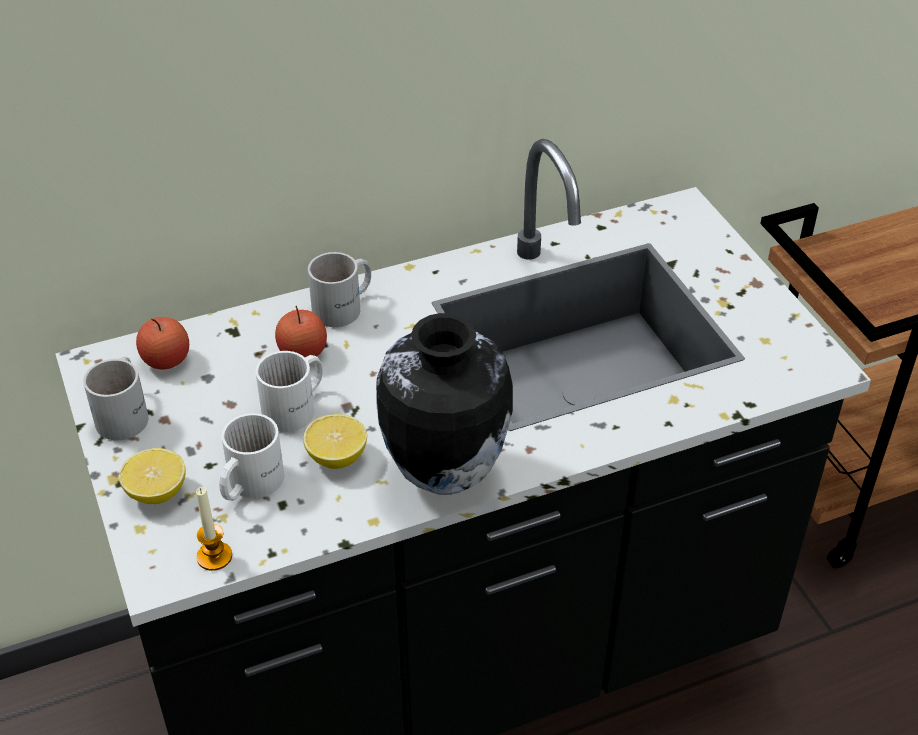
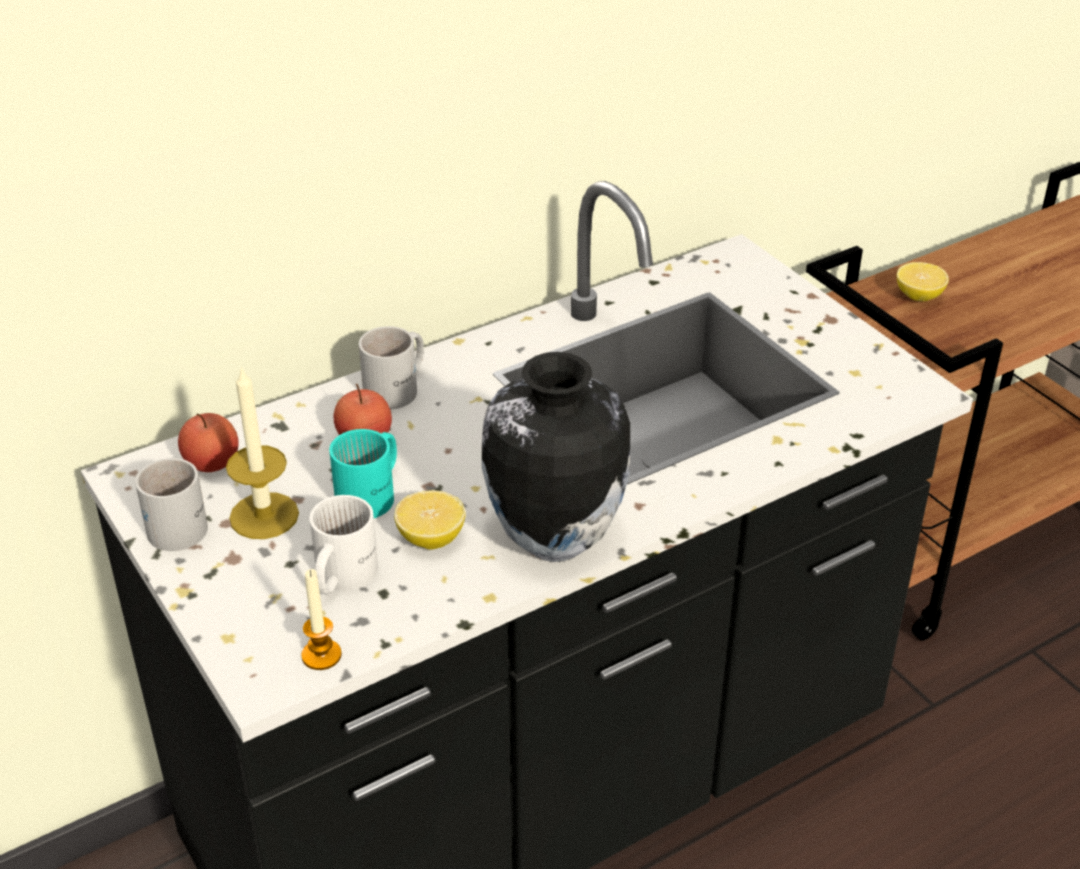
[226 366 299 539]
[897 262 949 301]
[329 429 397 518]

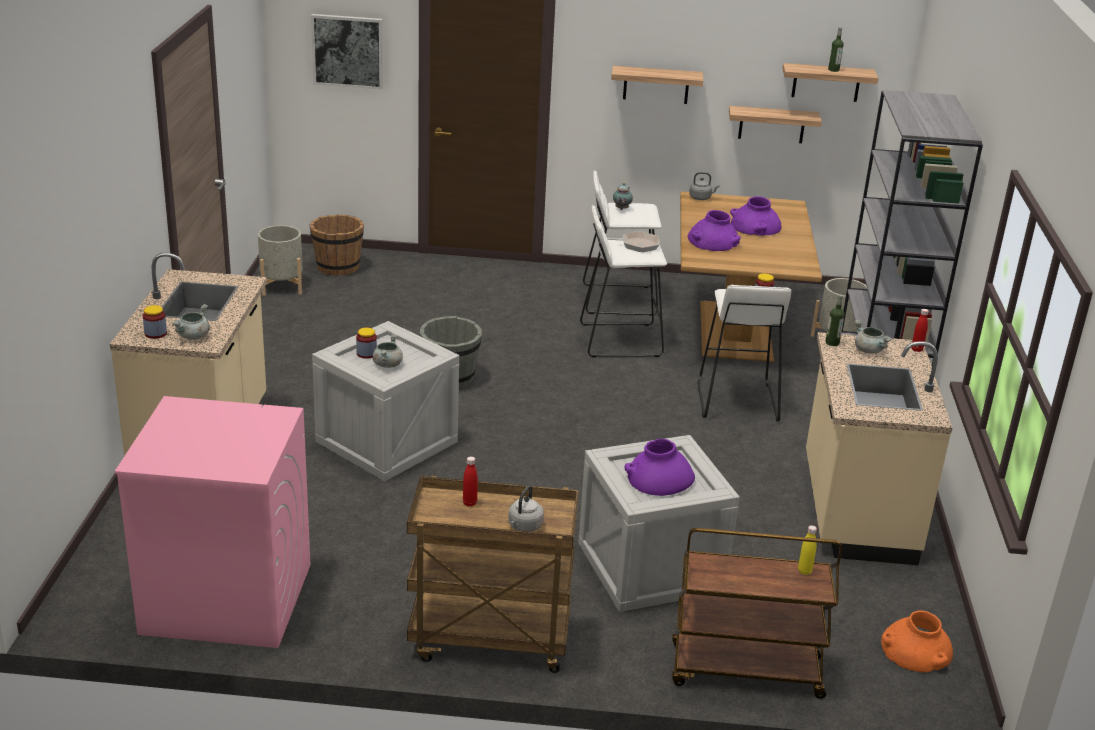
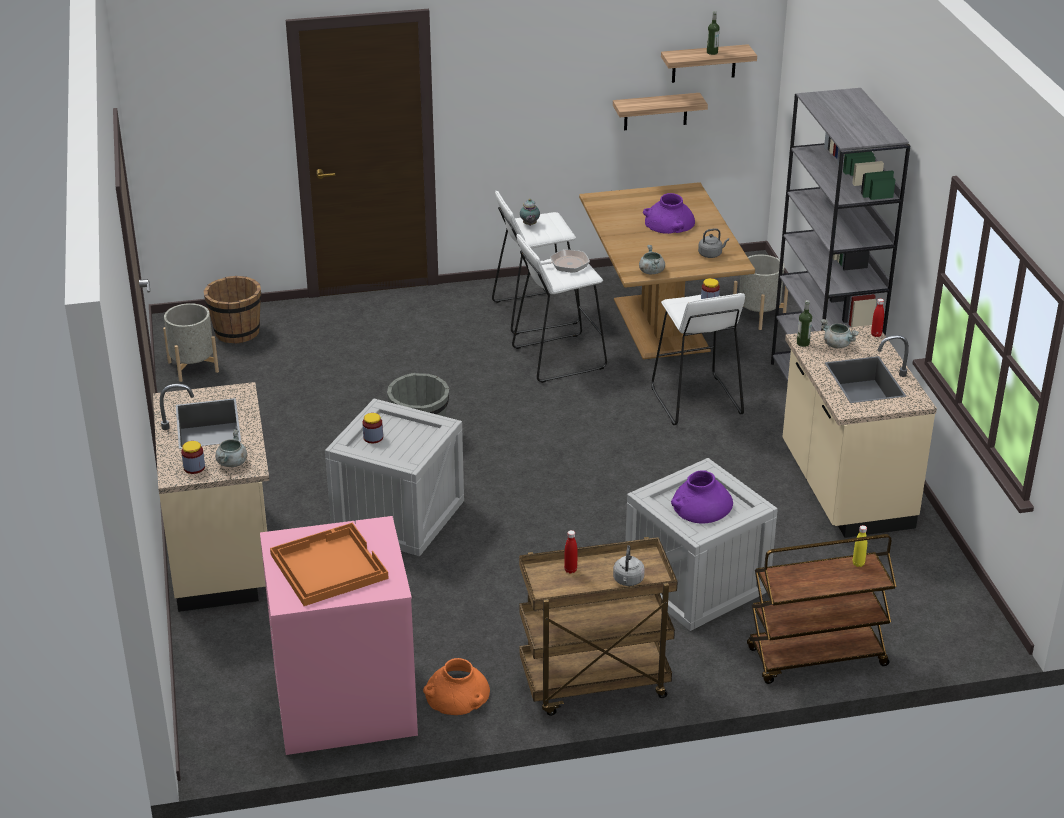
[311 14 383 89] (first image)
[611 66 703 104] (first image)
[688 210 741 251] (first image)
[270 522 389 606]
[639 245 665 274]
[698 228 729 258]
[423 658 490 715]

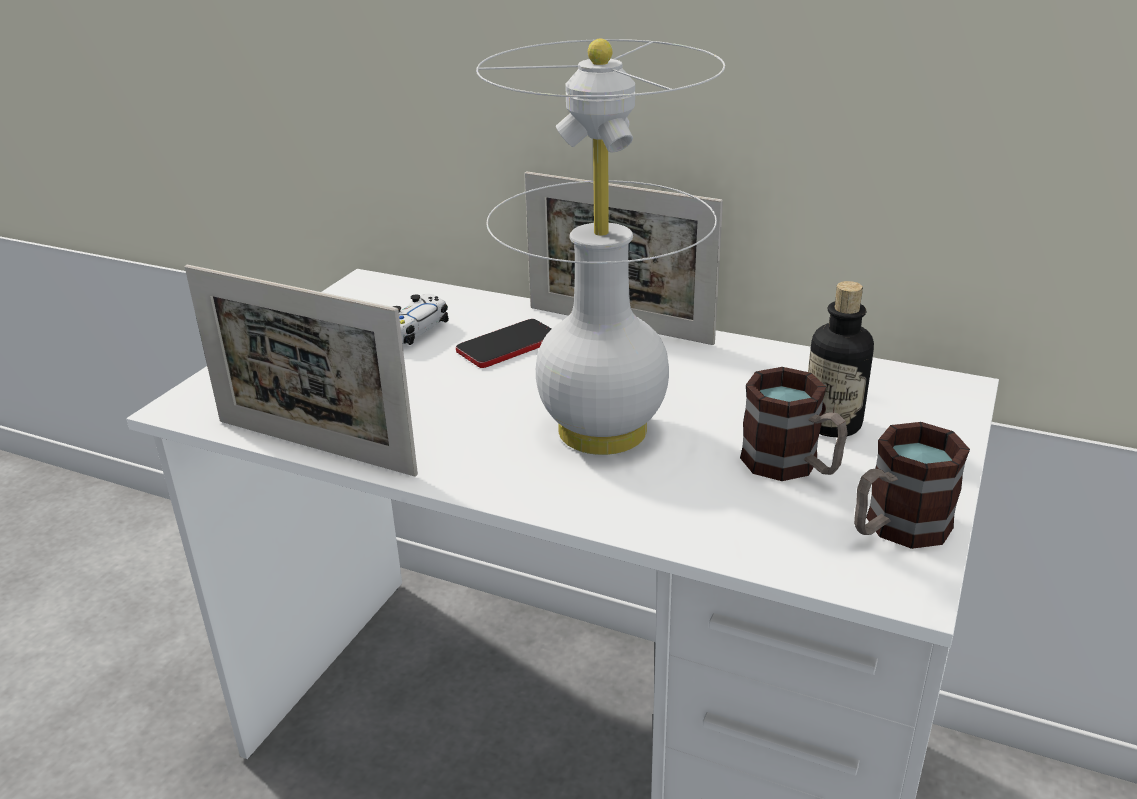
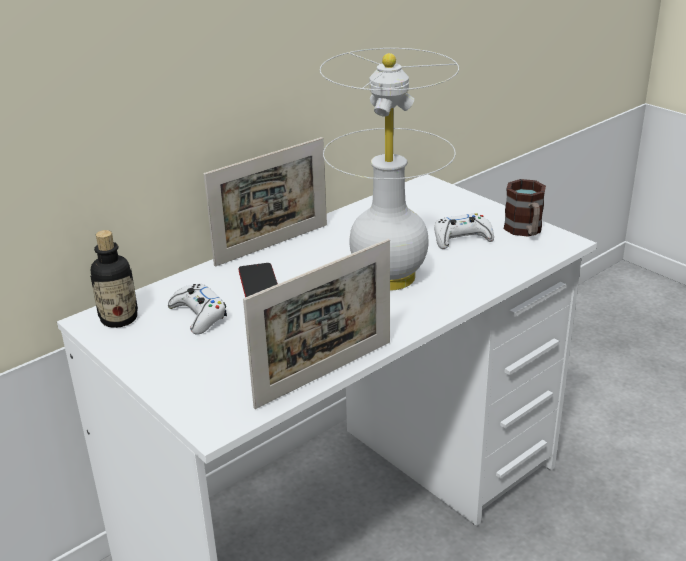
[90 230 138 328]
[434 213 494 249]

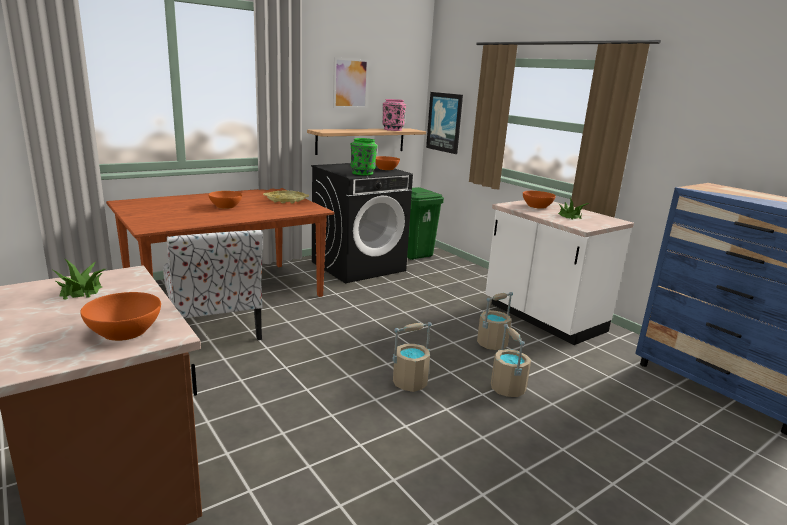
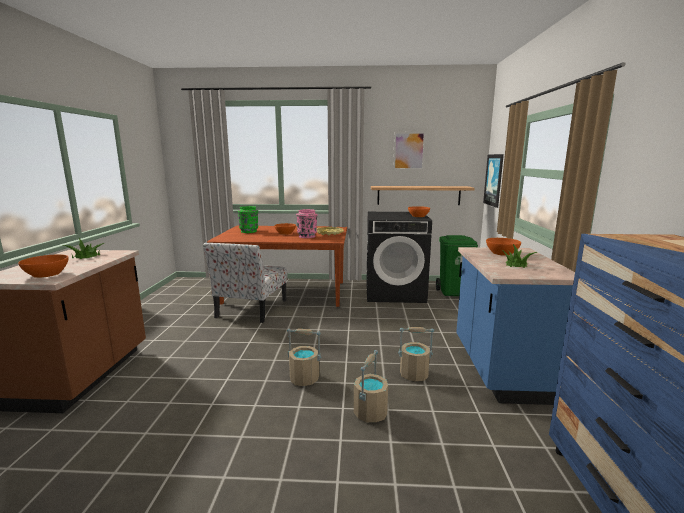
[238 206 258 233]
[296 209 317 238]
[456 247 575 405]

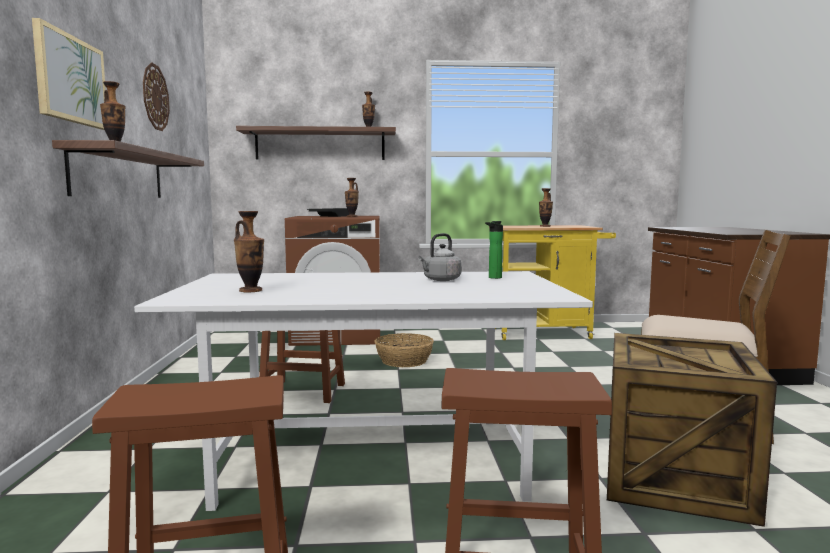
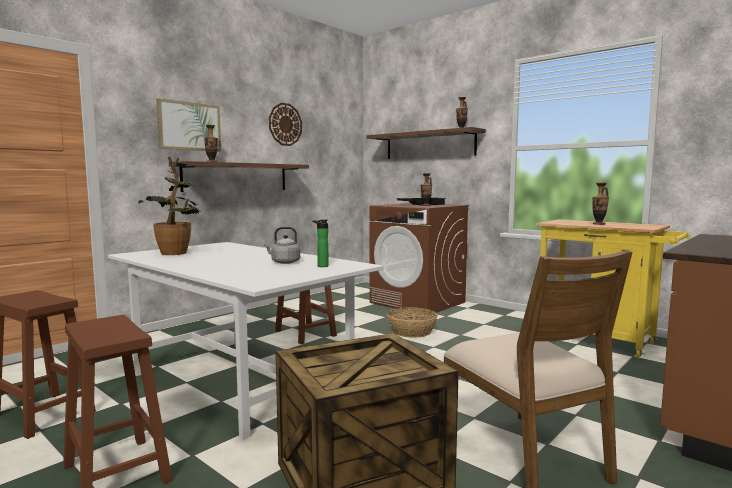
[138 156 200 255]

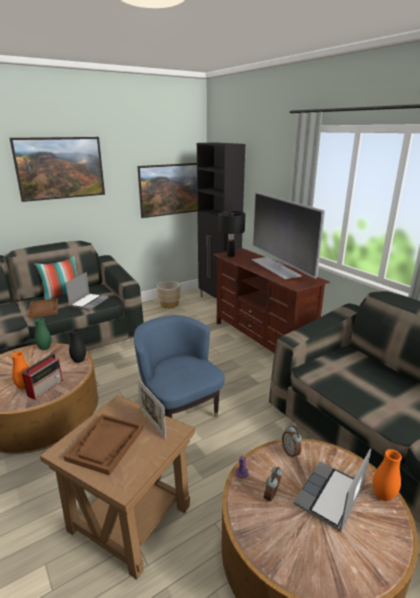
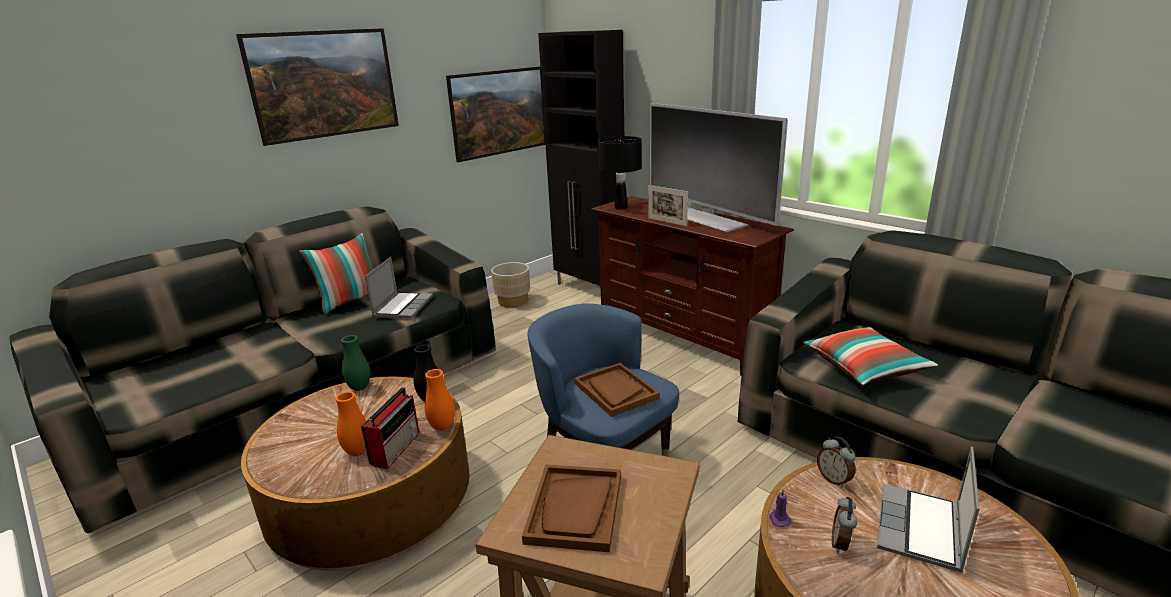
[803 327 938 385]
[574 363 660 417]
[648 185 688 226]
[424 369 455 431]

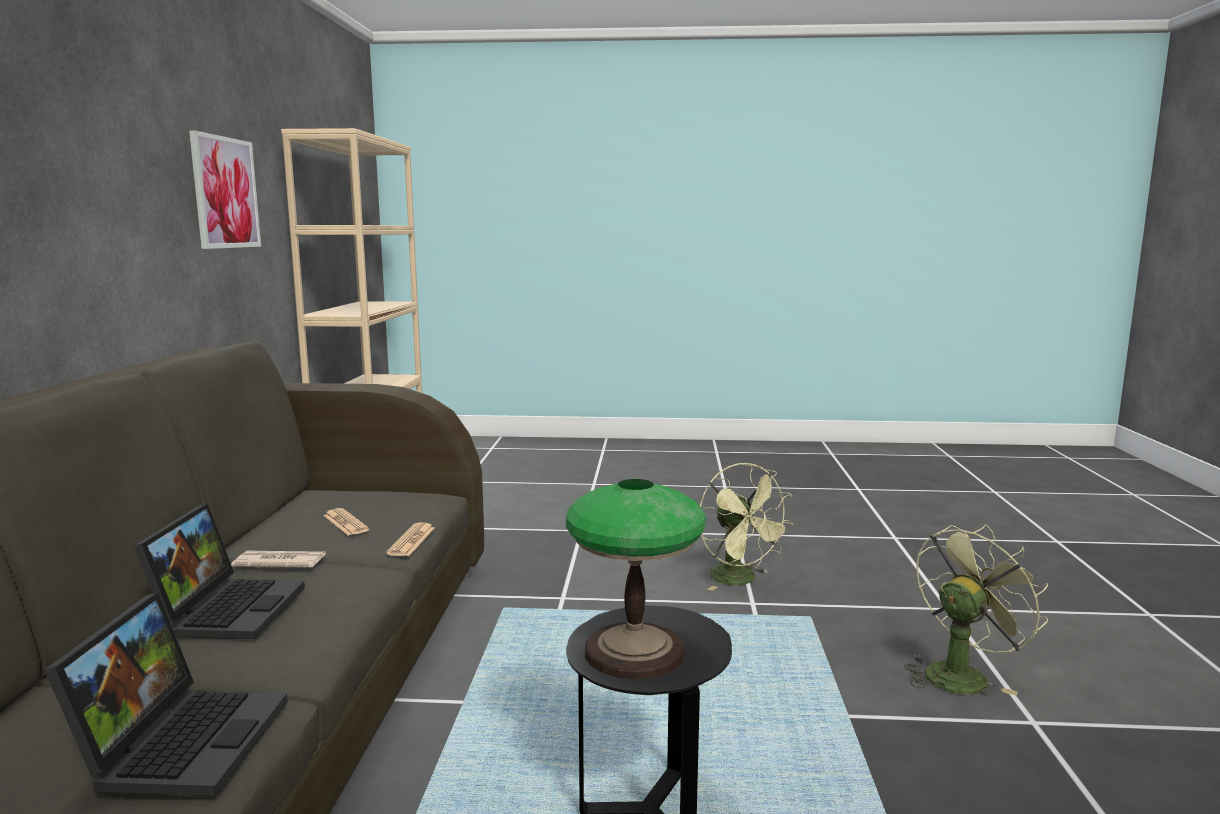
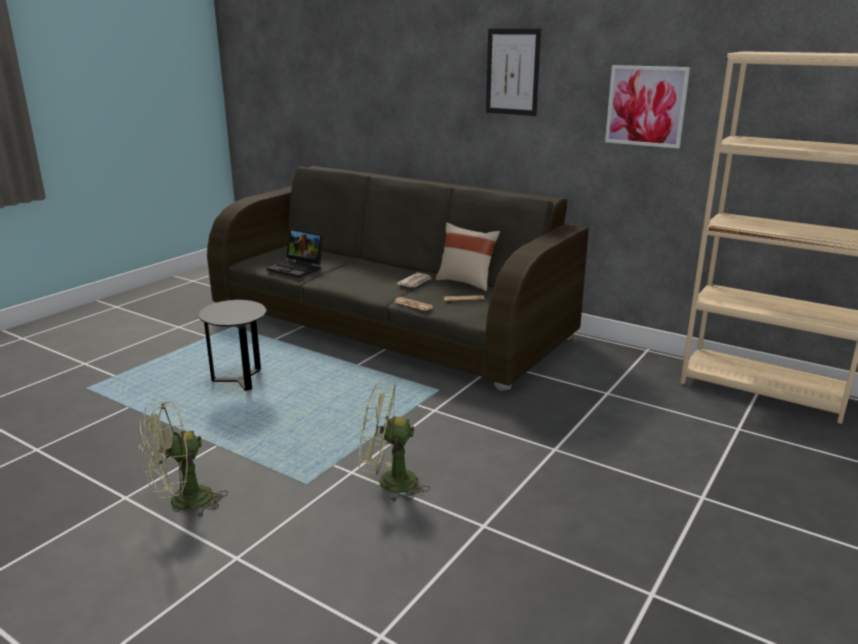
[134 503 305 639] (first image)
[566 479 706 680] (first image)
[436 222 500 291]
[486 29 541 116]
[139 401 228 518]

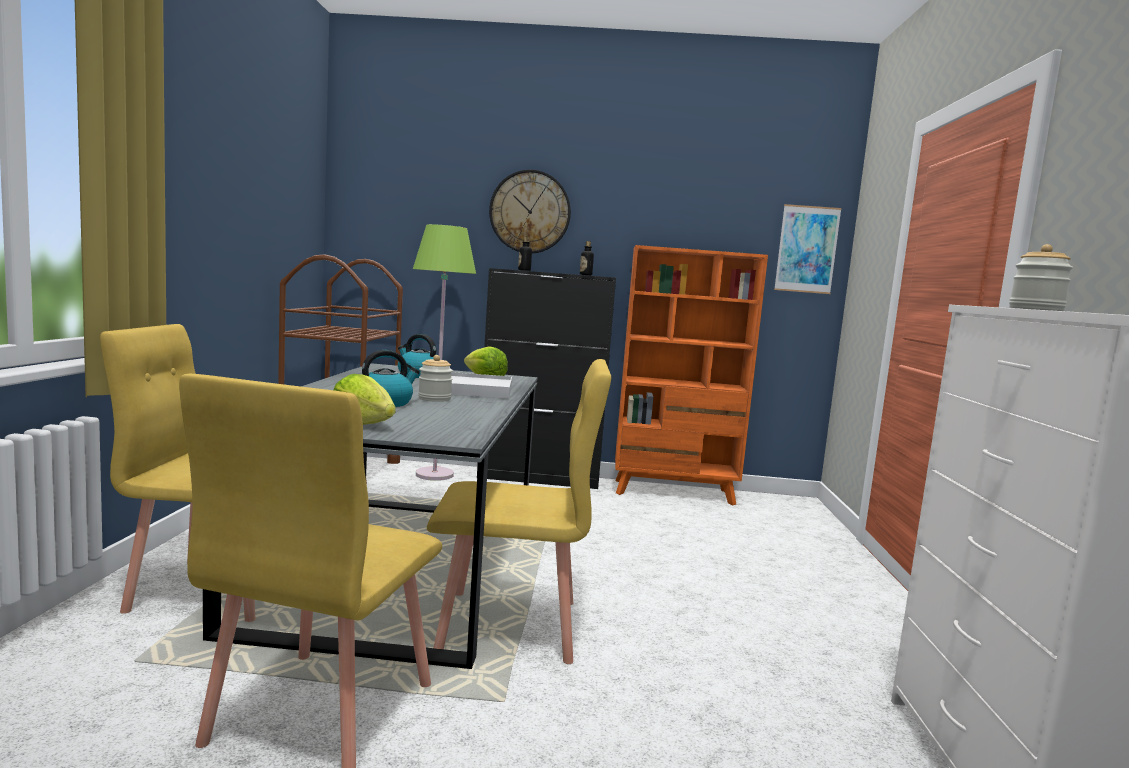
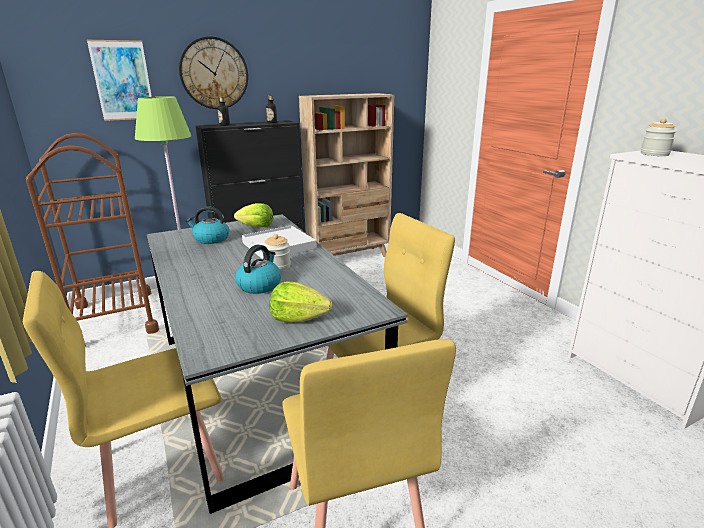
[87 40 152 121]
[299 93 394 257]

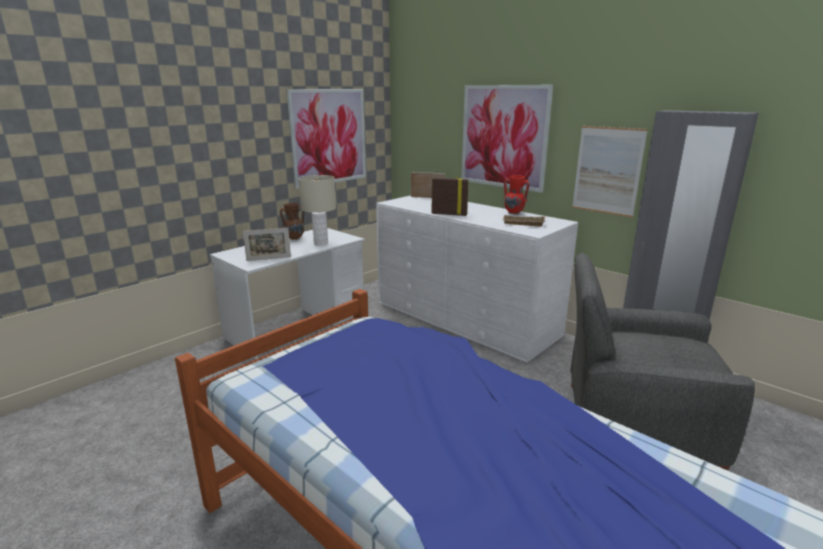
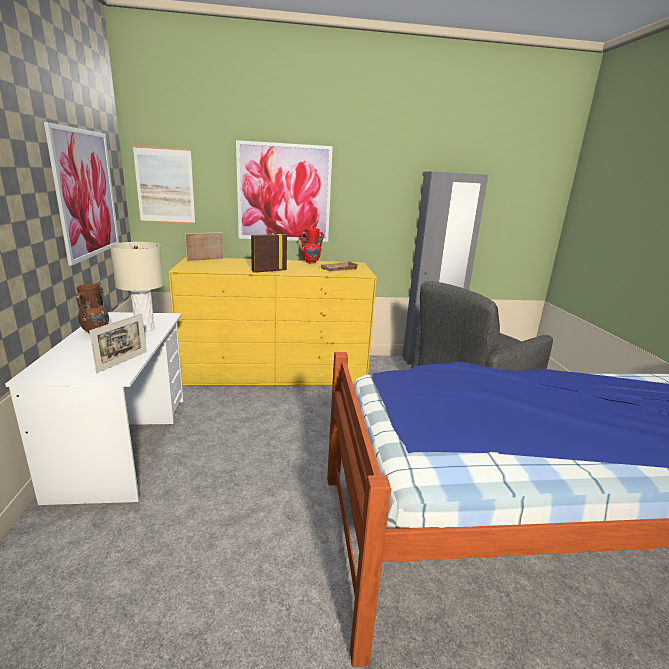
[133 146 195 224]
[168 257 377 385]

